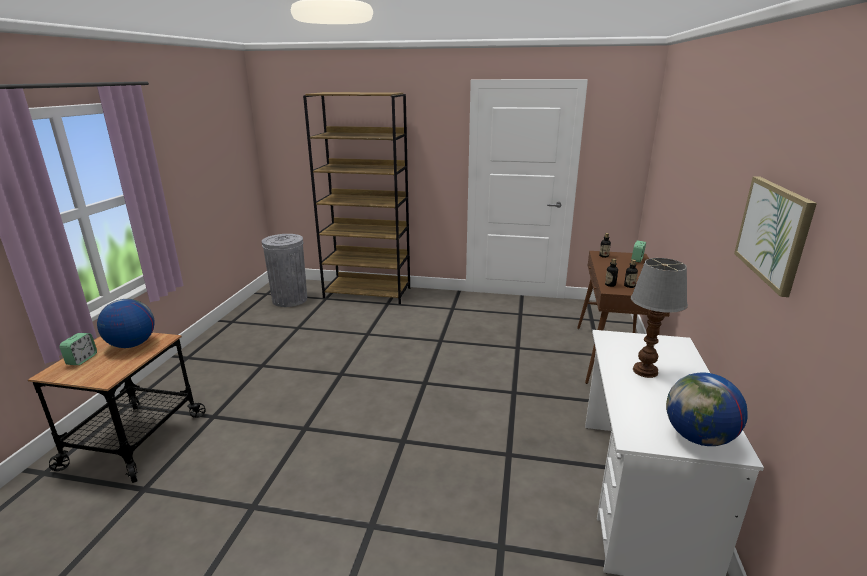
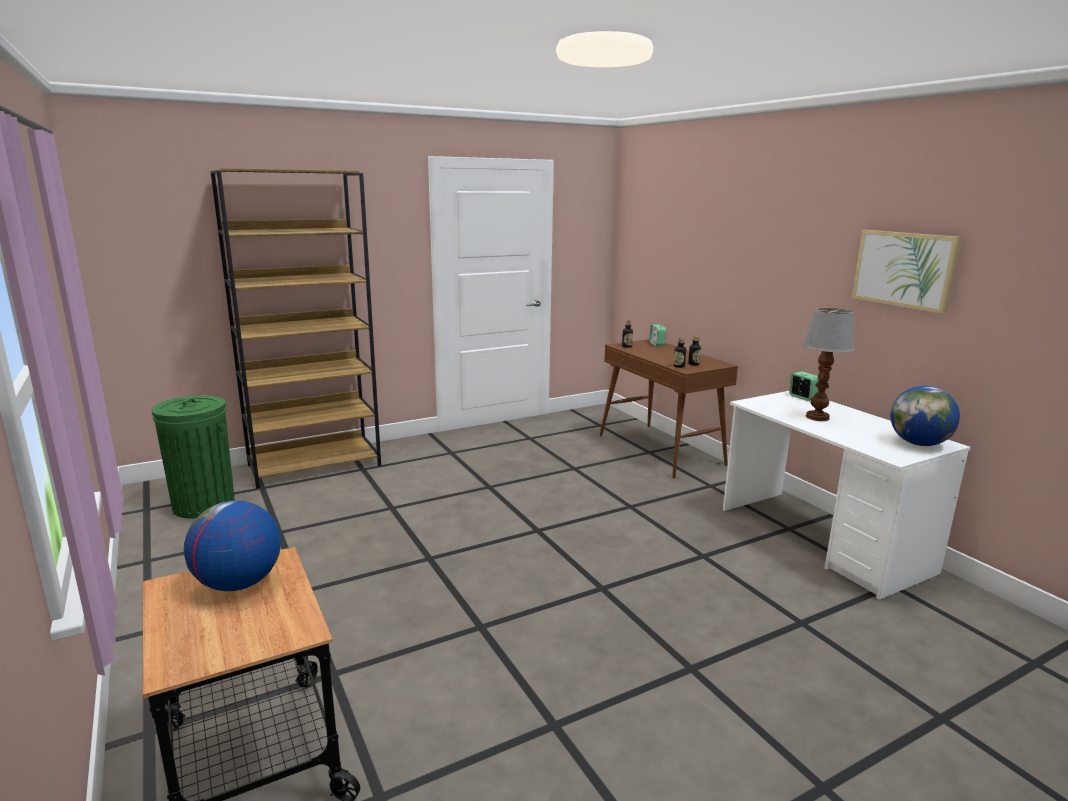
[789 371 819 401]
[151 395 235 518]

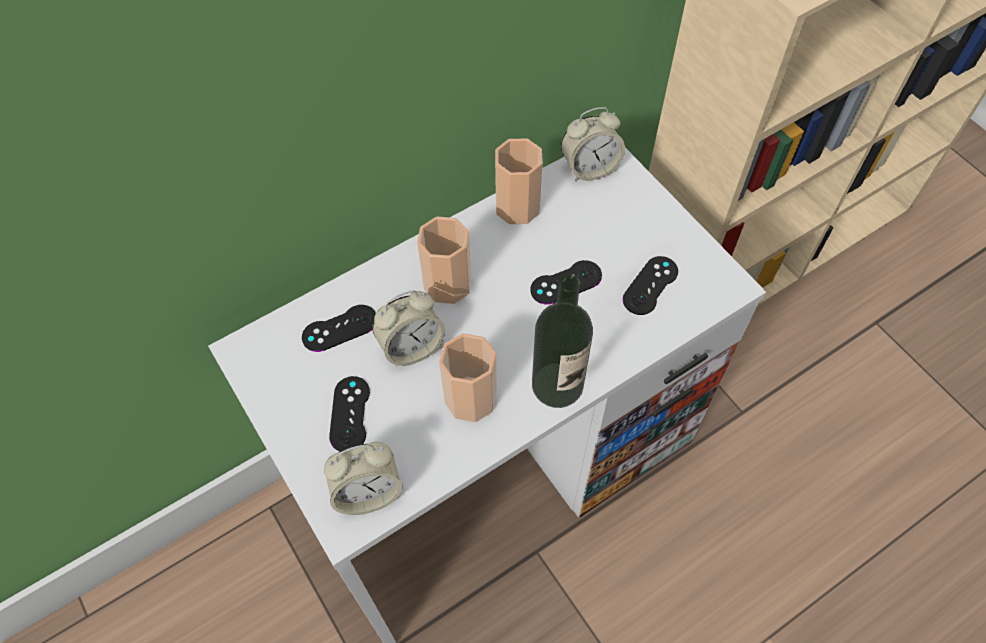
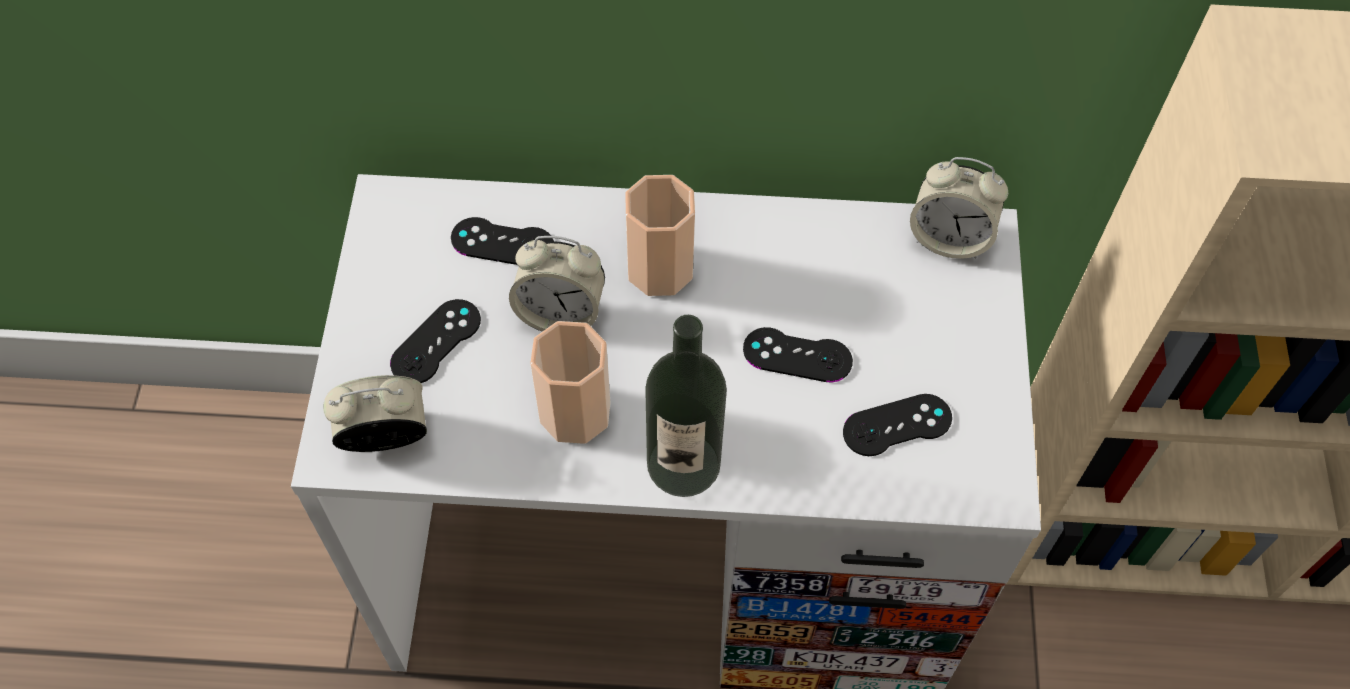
[495 139 543 224] (first image)
[323 375 427 452]

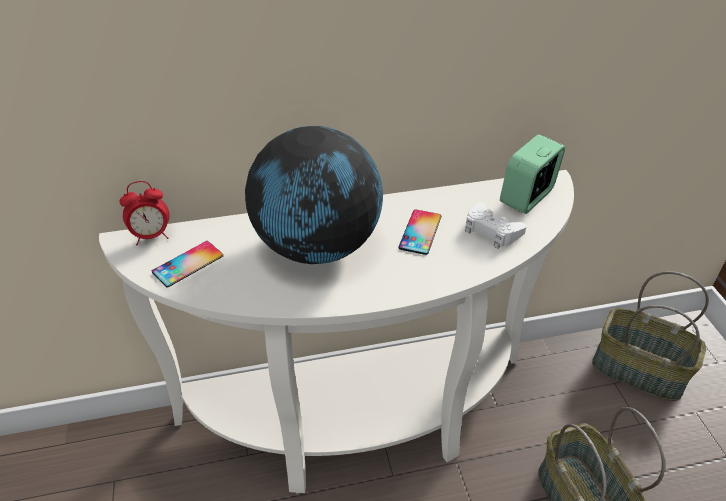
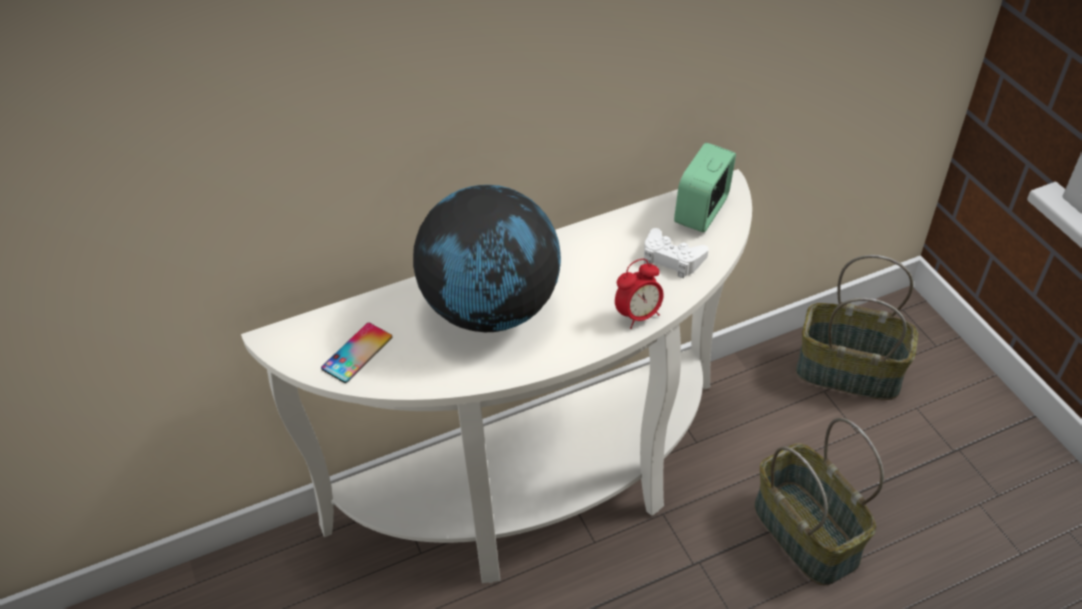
[399 209 441 255] (first image)
[615 259 664 329]

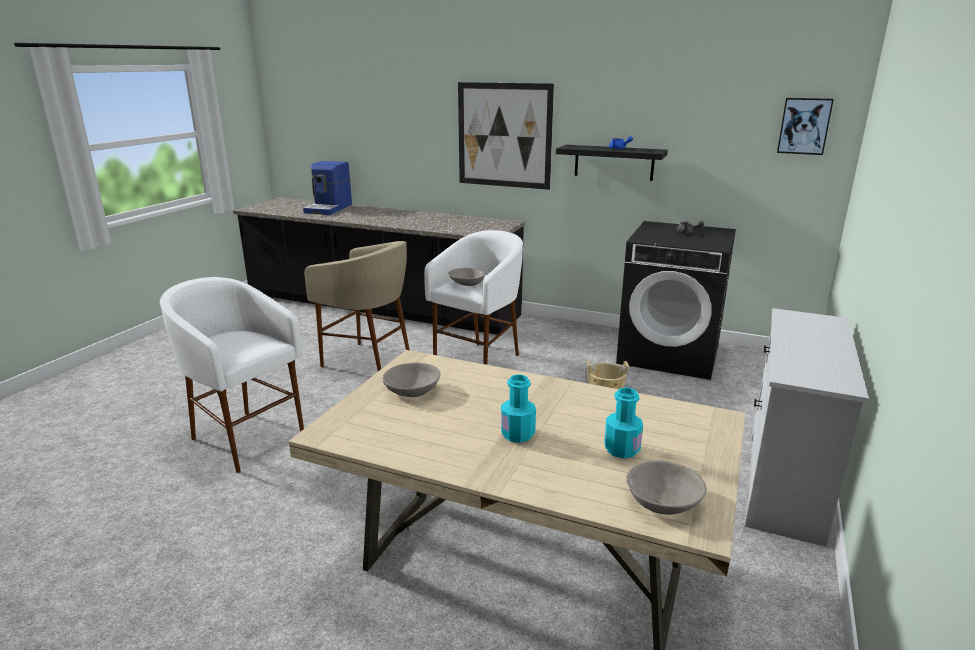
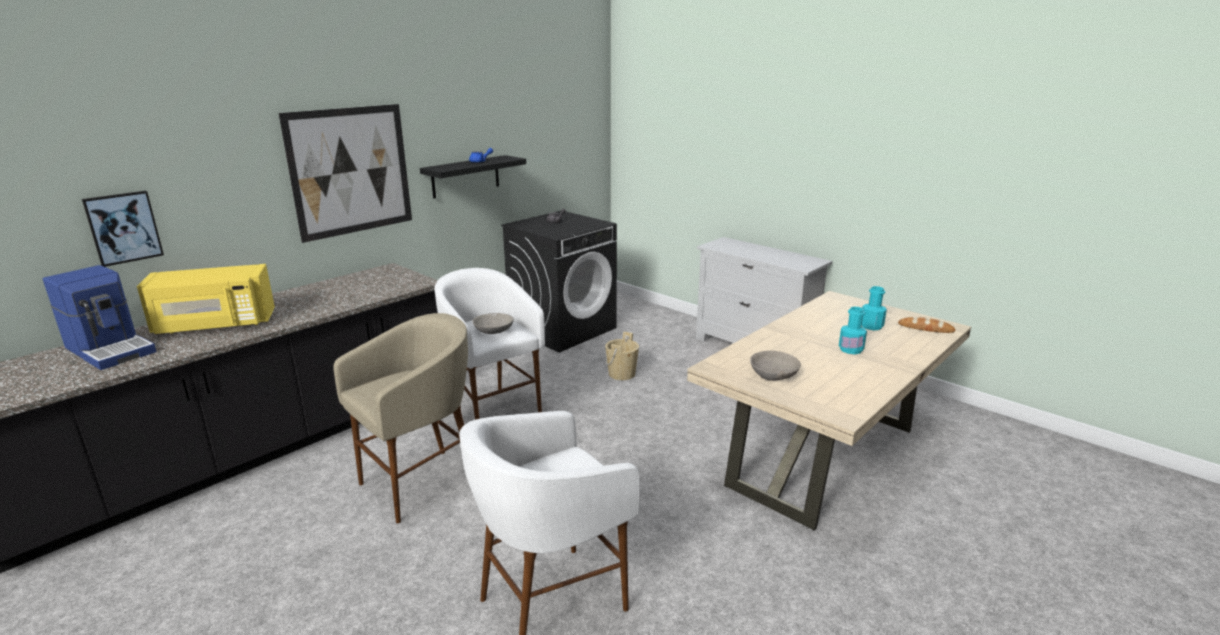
[137 264 275 334]
[82 191 164 267]
[898 317 956 333]

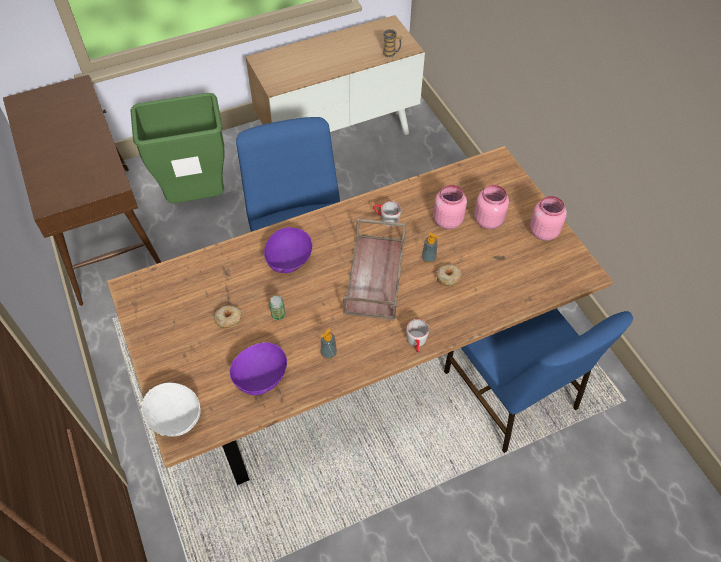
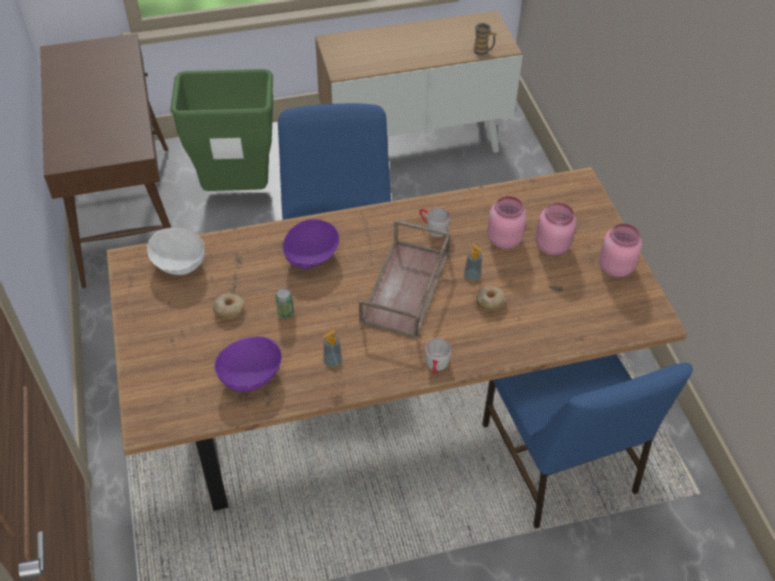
[147 227 205 275]

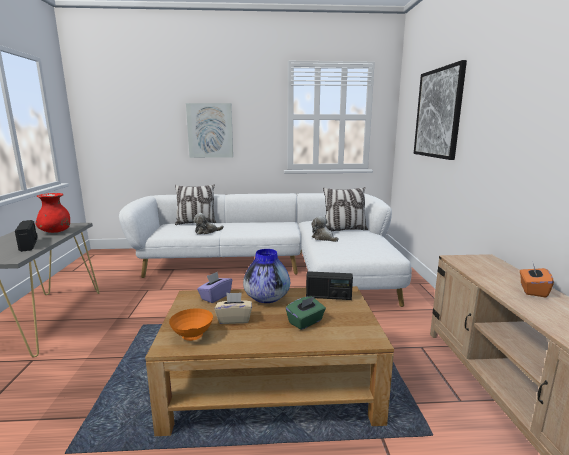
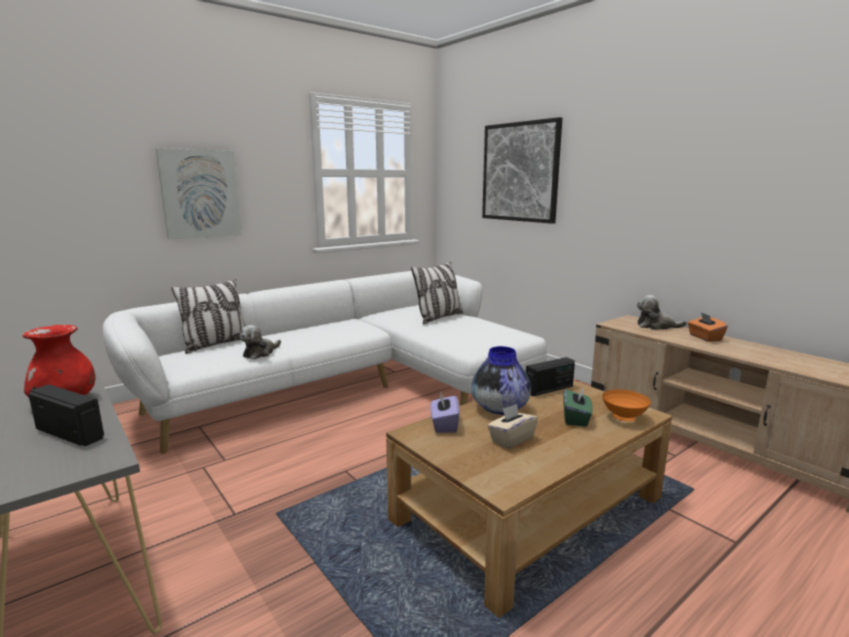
[602 389 651 421]
[637 295 687 330]

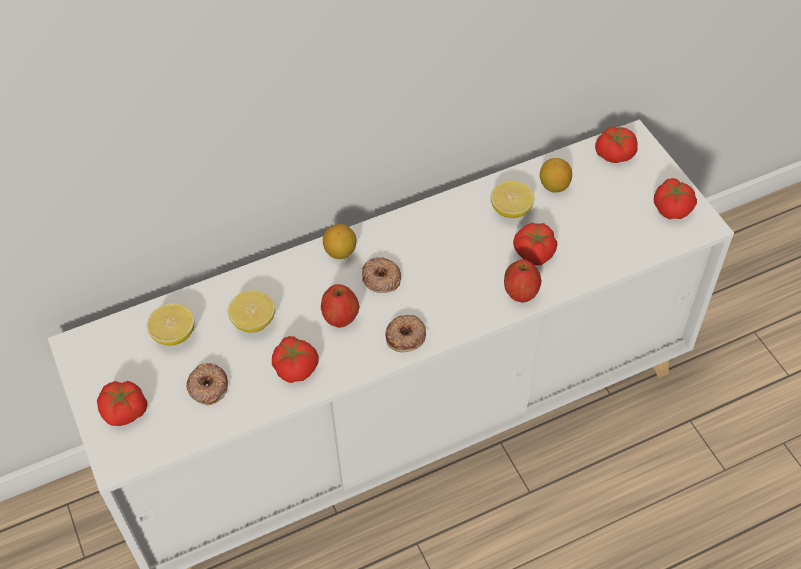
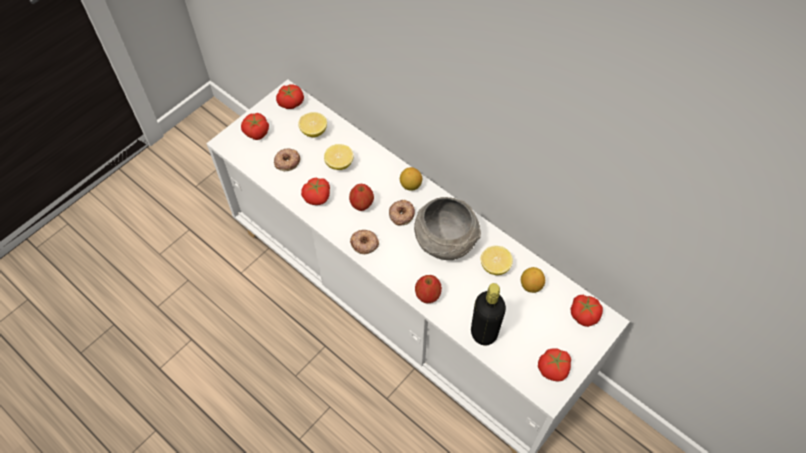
[414 197 481 260]
[471 283 506 345]
[276 84 304 109]

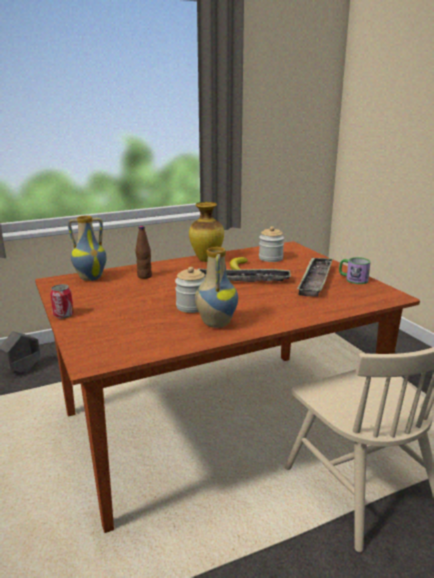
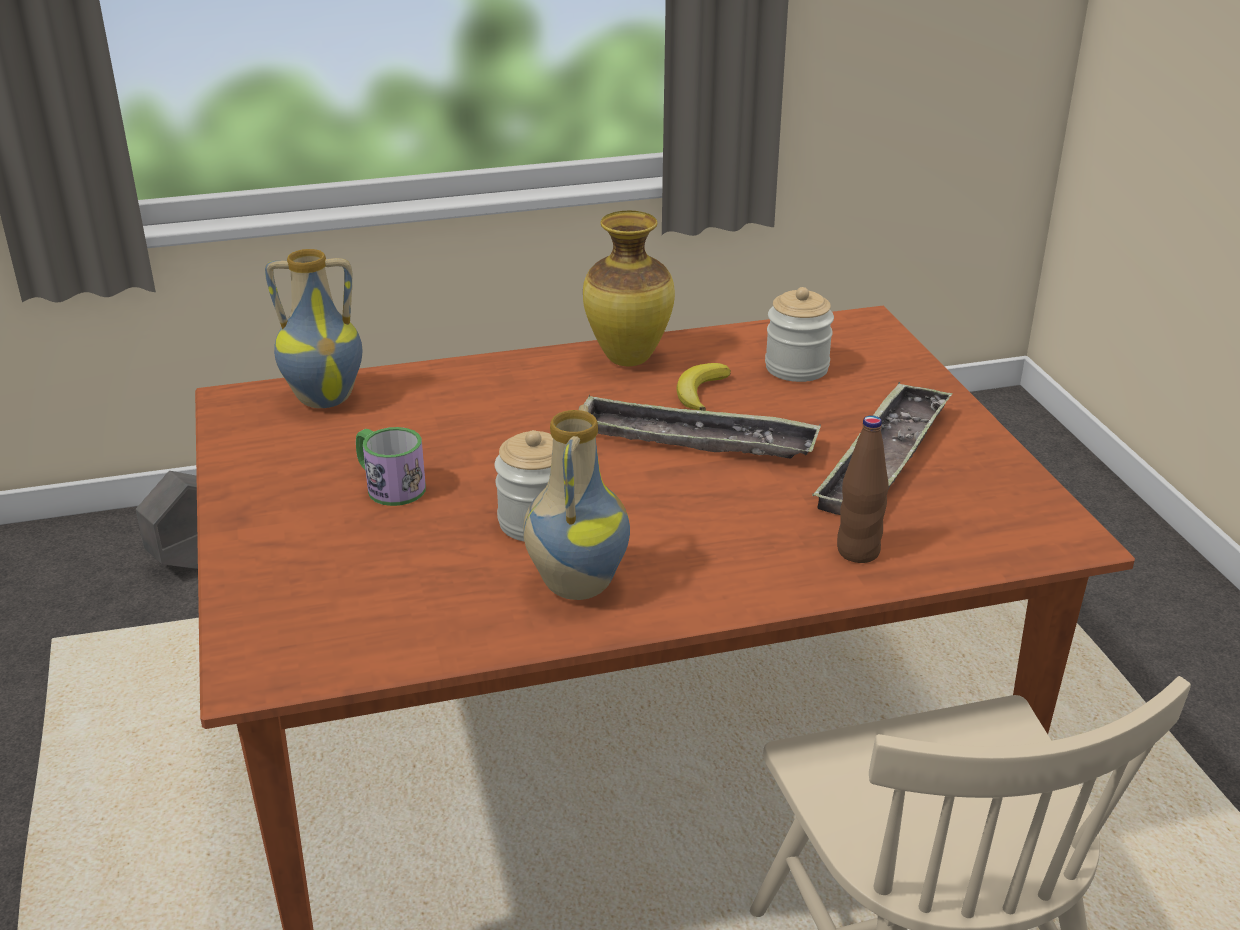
[50 284 74 319] (first image)
[837 415 889 563]
[356 427 426 506]

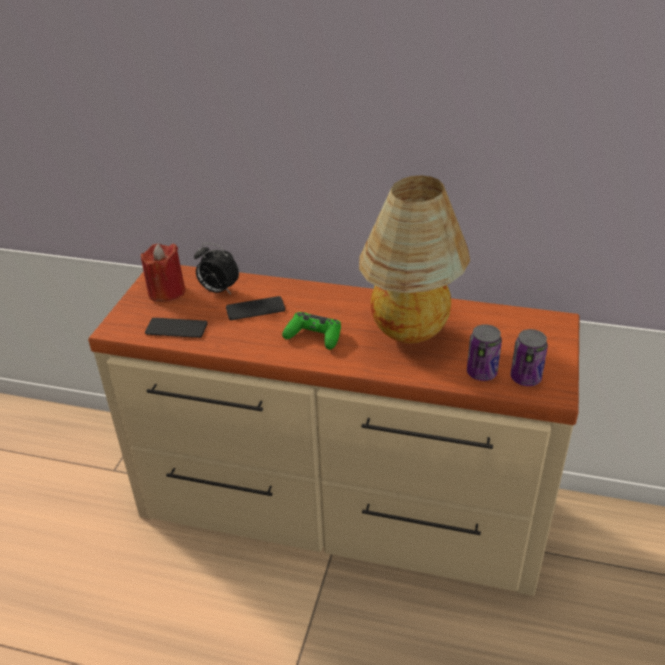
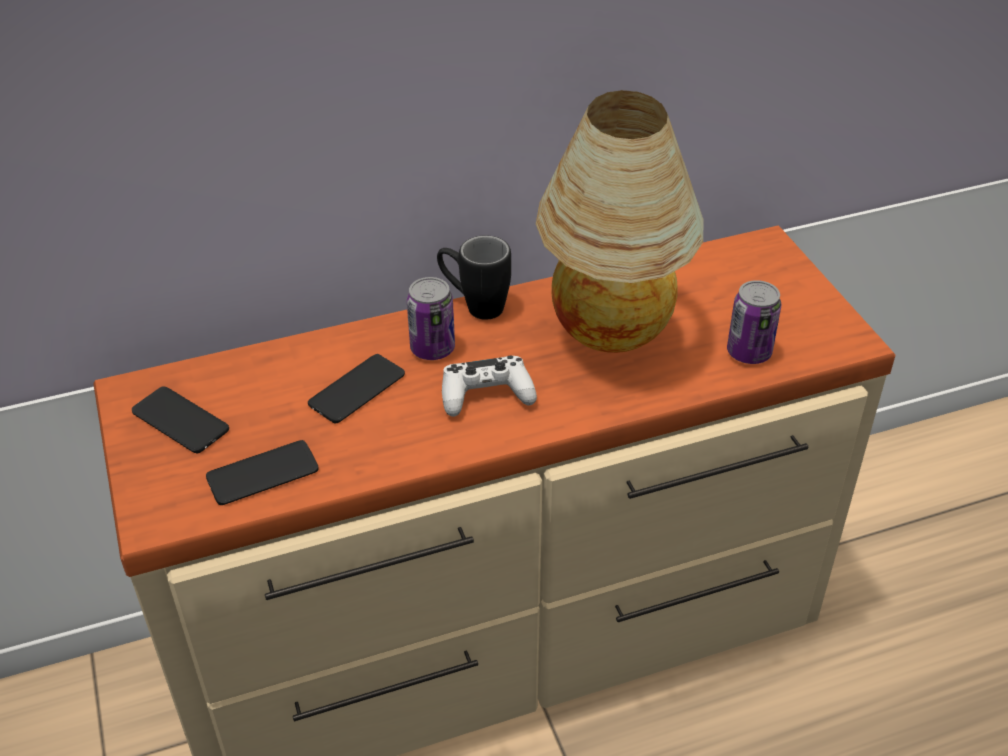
[194 243 239 294] (first image)
[437 235 511 320]
[407 277 455 360]
[132 386 229 453]
[442 356 537 417]

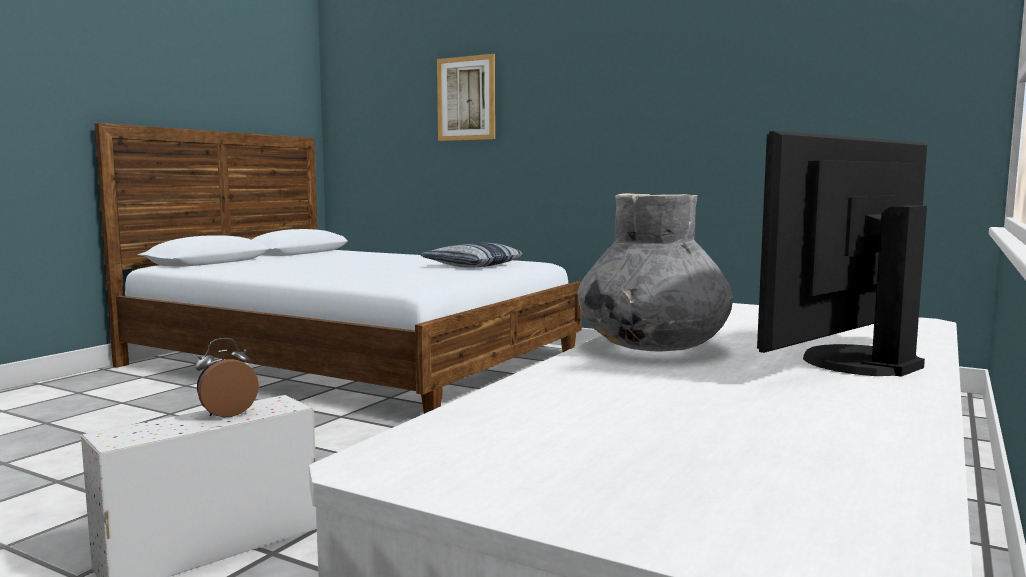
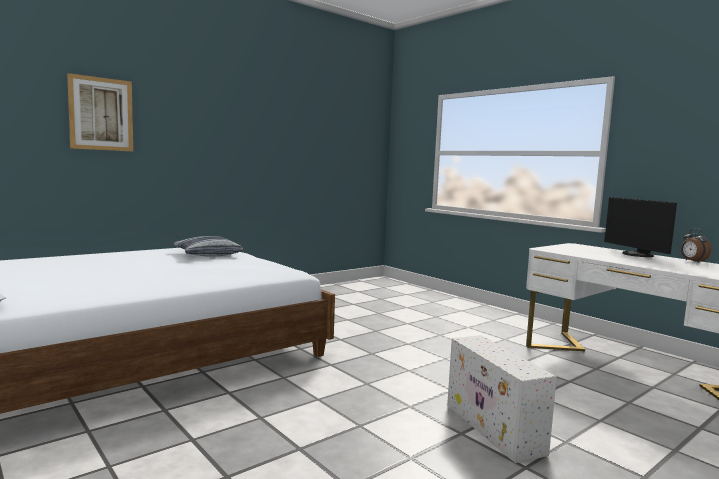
[578 193 733 352] (first image)
[681 228 711 263]

